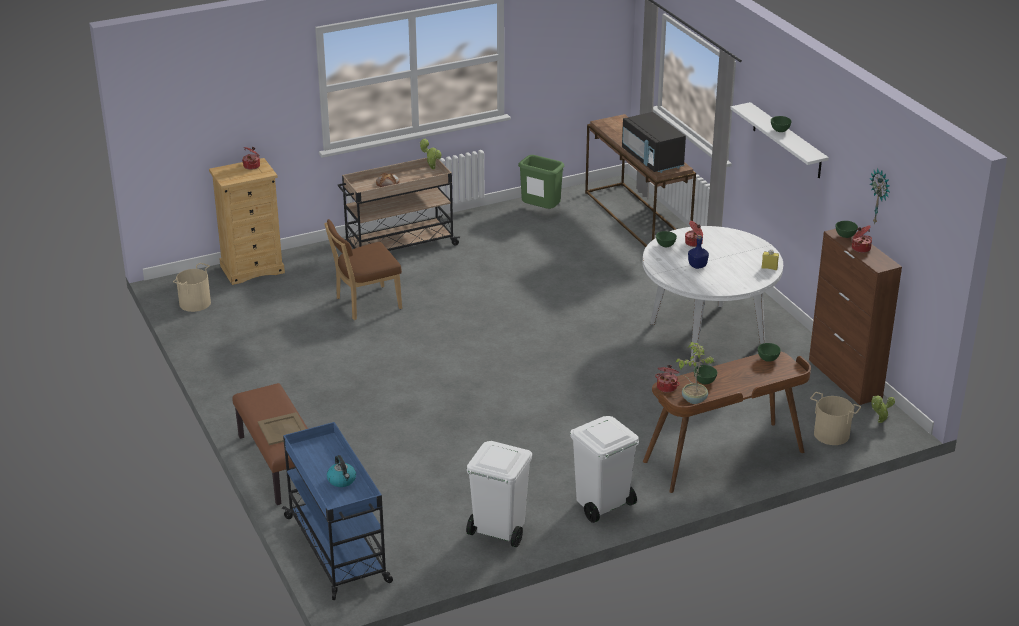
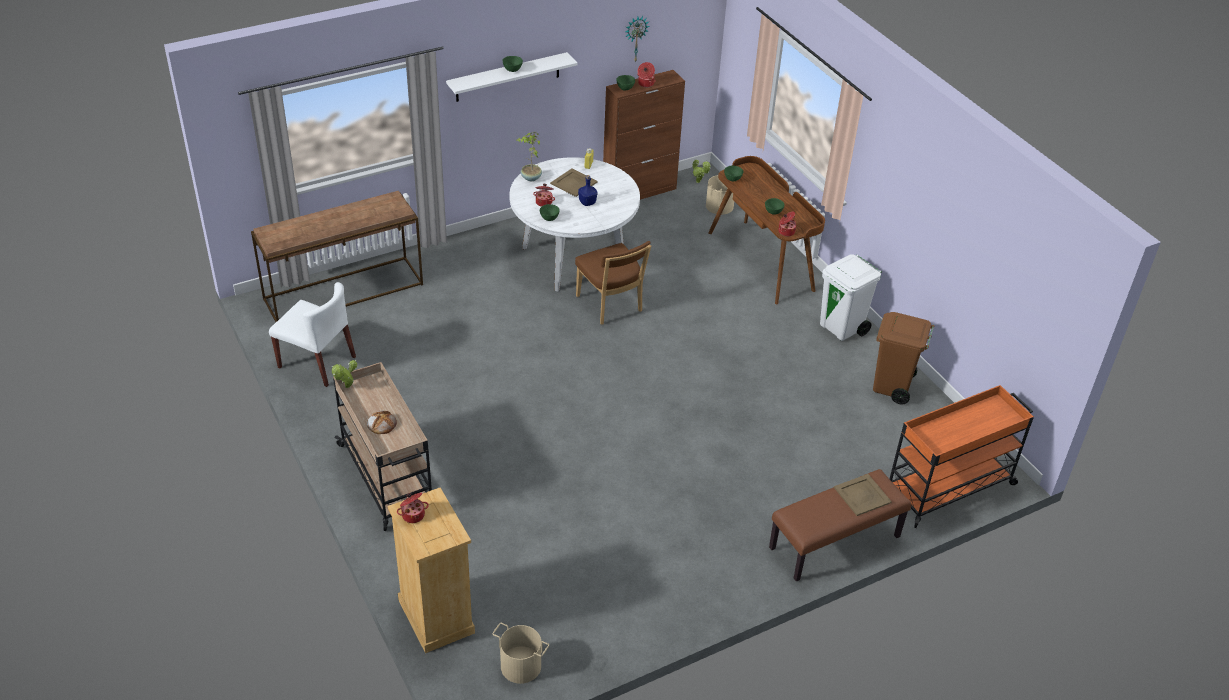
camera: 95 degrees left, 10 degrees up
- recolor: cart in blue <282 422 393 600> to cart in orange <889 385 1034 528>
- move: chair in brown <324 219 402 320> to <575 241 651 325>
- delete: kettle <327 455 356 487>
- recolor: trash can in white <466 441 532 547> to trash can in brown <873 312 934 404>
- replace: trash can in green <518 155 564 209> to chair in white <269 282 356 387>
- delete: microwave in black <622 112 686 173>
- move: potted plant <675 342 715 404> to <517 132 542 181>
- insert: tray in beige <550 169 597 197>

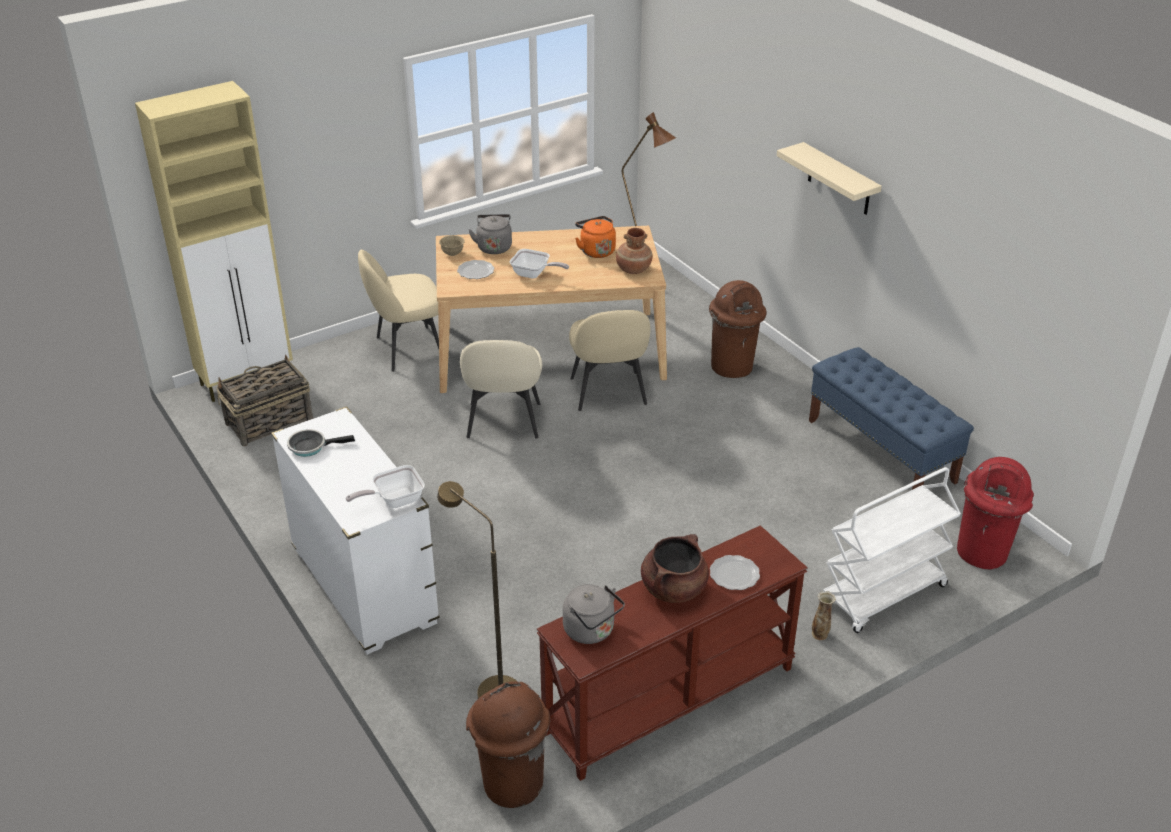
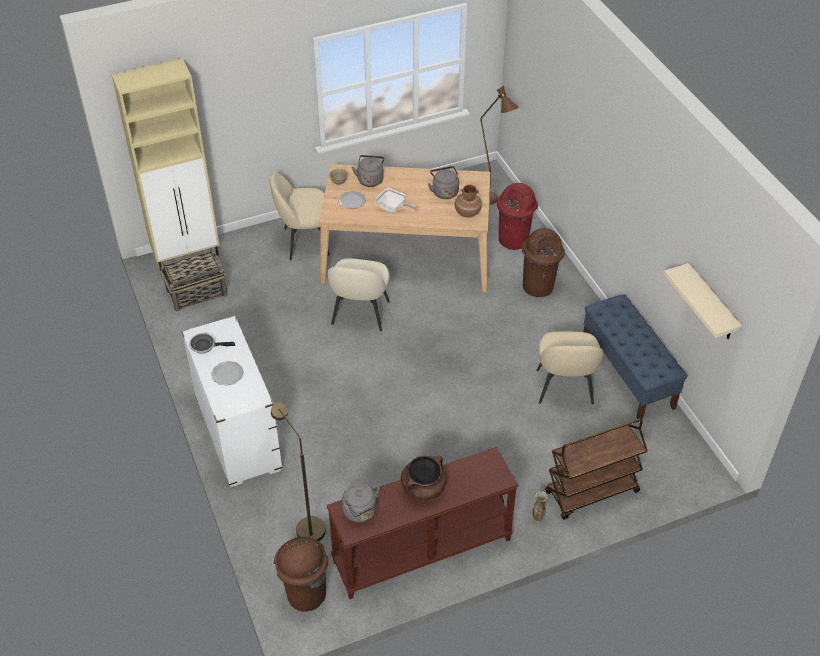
camera: 10 degrees right, 10 degrees up
- delete: frying pan <346 465 425 508>
- move: chair in beige <569 310 651 411> to <536 331 603 405>
- recolor: kettle in orange <575 216 616 258> to kettle in grey <428 166 459 199>
- move: plate <710 555 760 590> to <211 361 244 386>
- move: shelf in beige <777 142 882 215> to <664 263 742 339>
- recolor: cart in white <823 467 961 633> to cart in brown <545 418 648 520>
- move: trash can in red <957 457 1034 569> to <497 183 538 250>

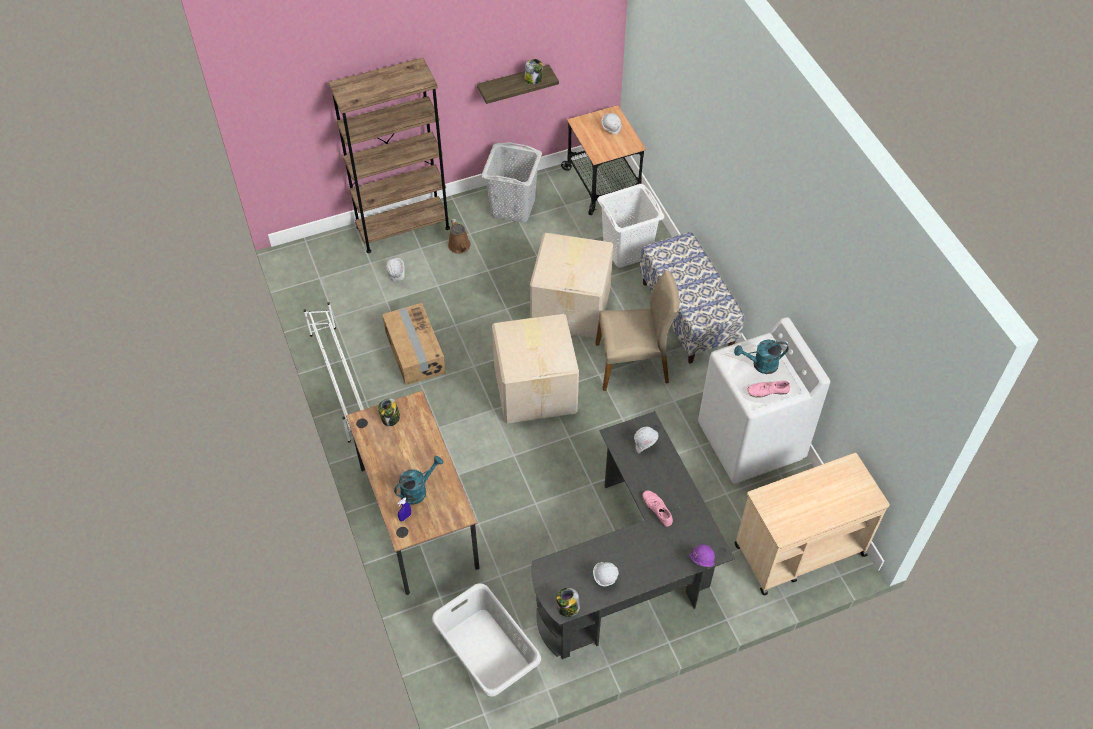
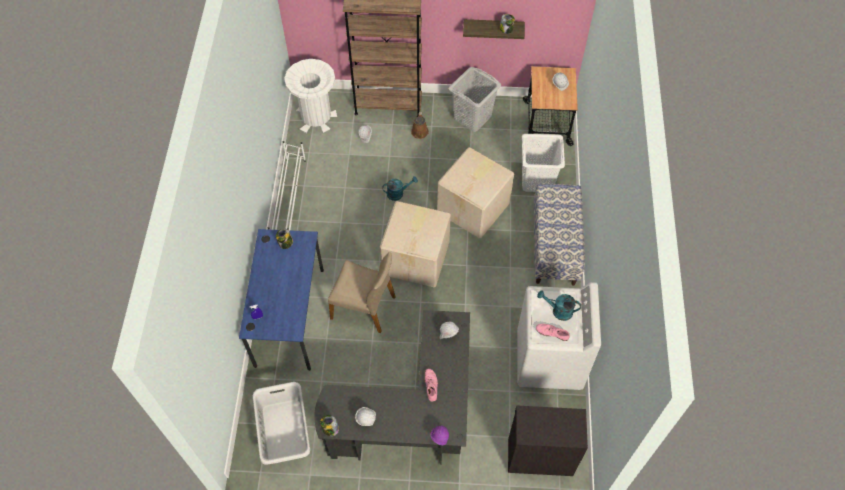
camera: 25 degrees right, 5 degrees up
- recolor: desk in brown <346 390 479 595> to desk in blue <239 229 324 371>
- delete: cardboard box <382 303 446 385>
- move: watering can in turquoise <394 456 443 505> to <382 176 418 201>
- move: chair in beige <595 270 680 391> to <328 252 396 333>
- replace: cart in beige <735 453 890 596> to cabinet in black <508 405 588 476>
- insert: trash can in white <285 59 337 133>

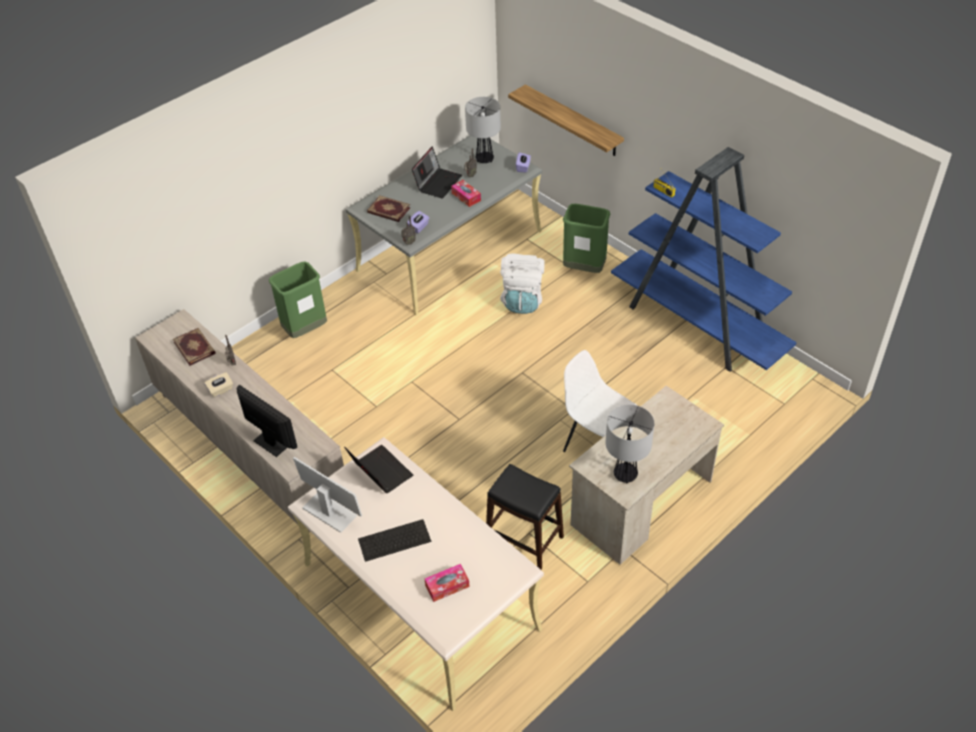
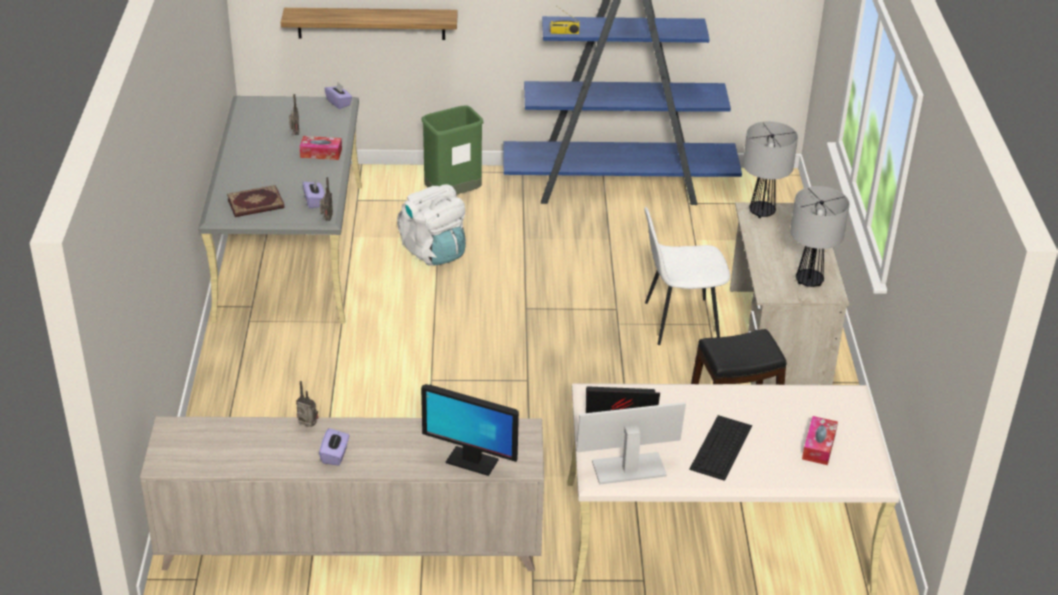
camera: 50 degrees left, 10 degrees down
- delete: book <173 328 216 366>
- recolor: tissue box in beige <205 372 233 397> to tissue box in purple <319 428 350 466>
- rotate: monitor <237 385 297 457> = <421 384 519 476> 150 degrees counterclockwise
- delete: trash can in green <269 261 327 338>
- delete: laptop <412 146 462 199>
- move: table lamp <465 97 501 163> to <743 121 798 218>

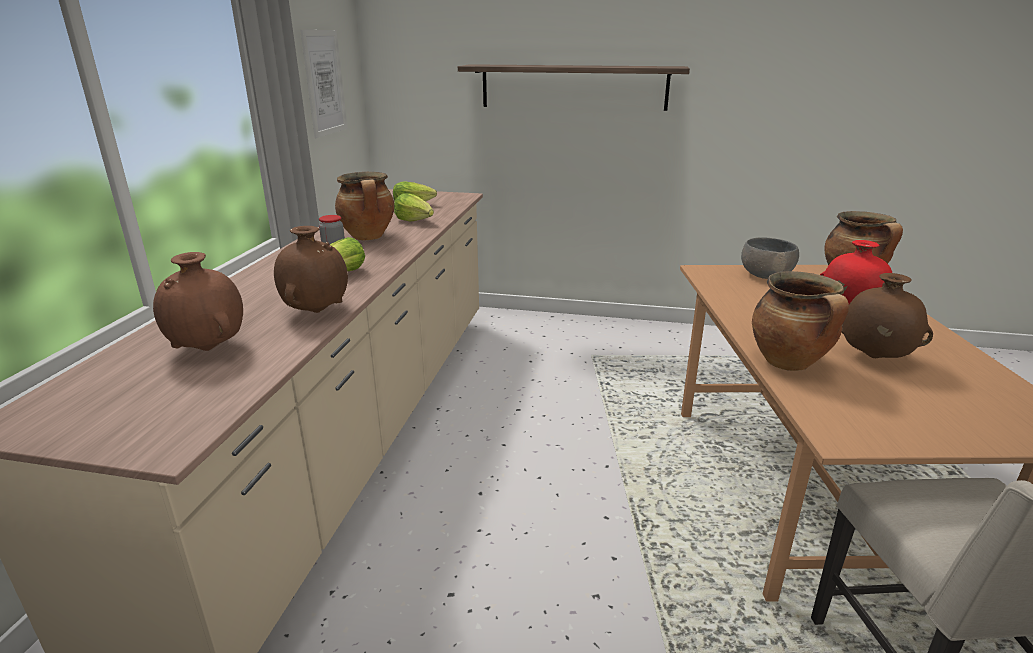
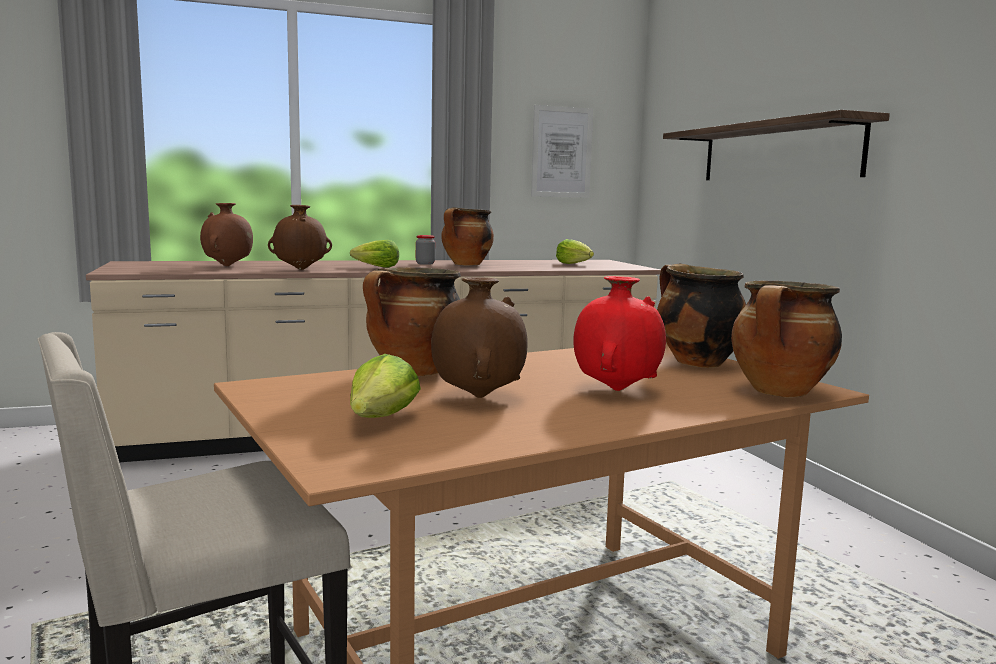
camera: 60 degrees right, 15 degrees down
- move: lettuce <394 193 434 221> to <350 354 421 418>
- replace: bowl in grey <741 238 799 279> to cooking pot <657 264 746 368>

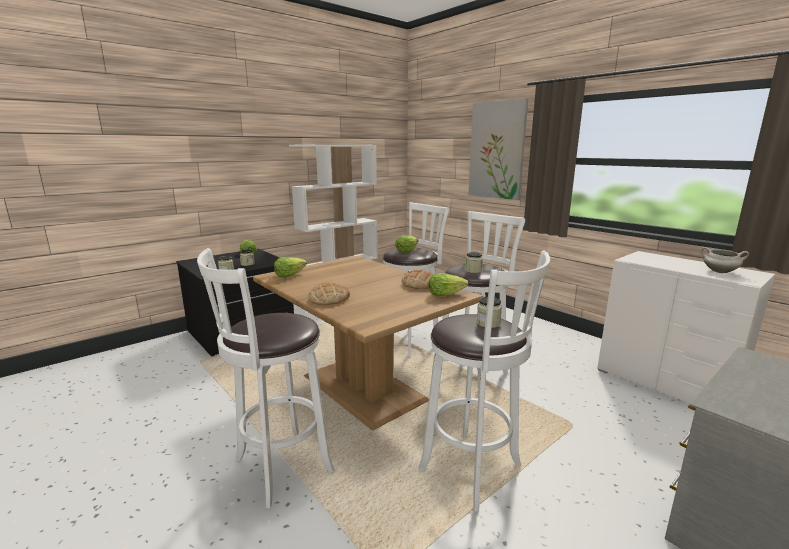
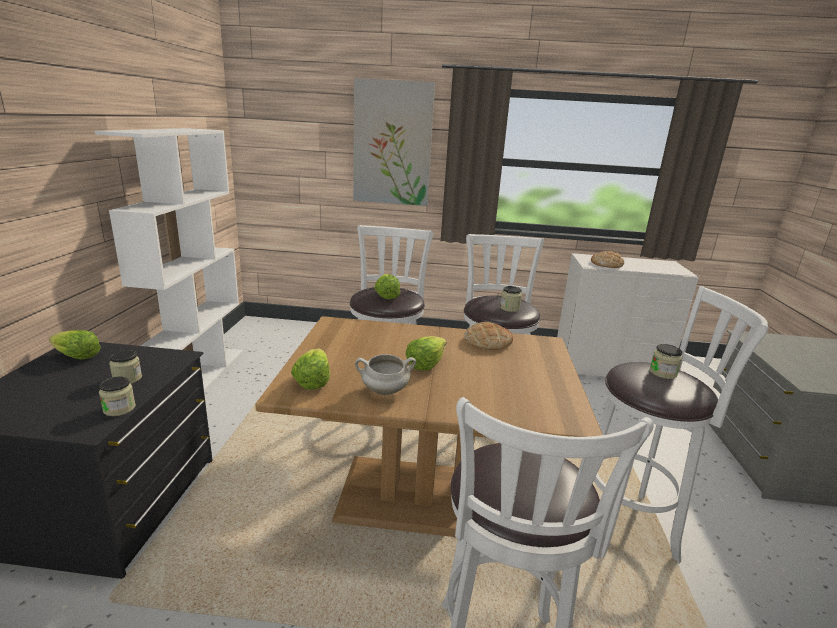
camera: 45 degrees left, 5 degrees up
- move: bread <308 282 350 305> to <591 251 624 268>
- move: lettuce <429 273 468 297> to <405 336 446 370>
- move: cooking pot in white <701 247 749 273> to <355 354 416 395>

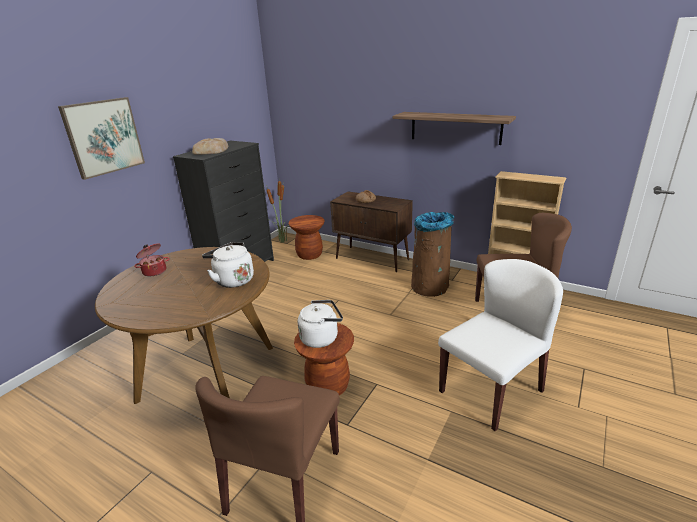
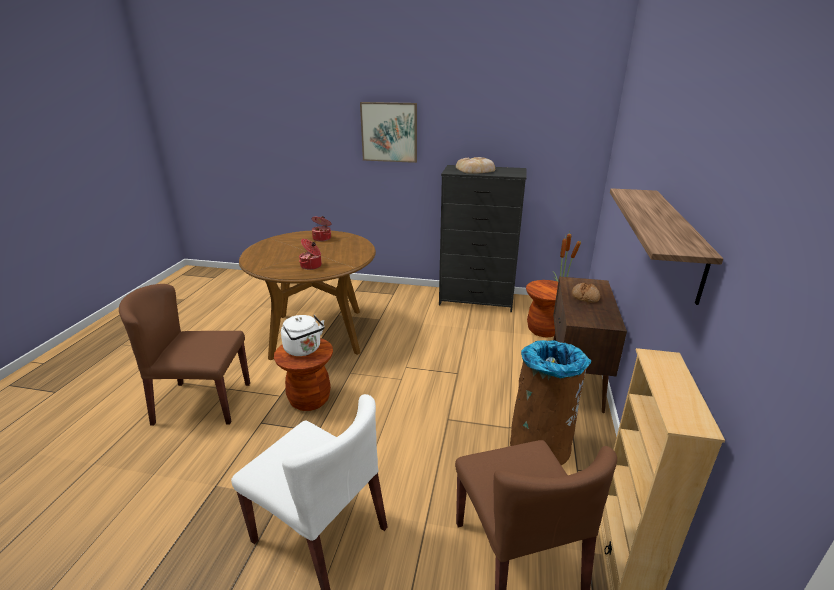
camera: 70 degrees right, 0 degrees up
- replace: kettle in white <202 242 254 288> to cooking pot <299 239 322 270>

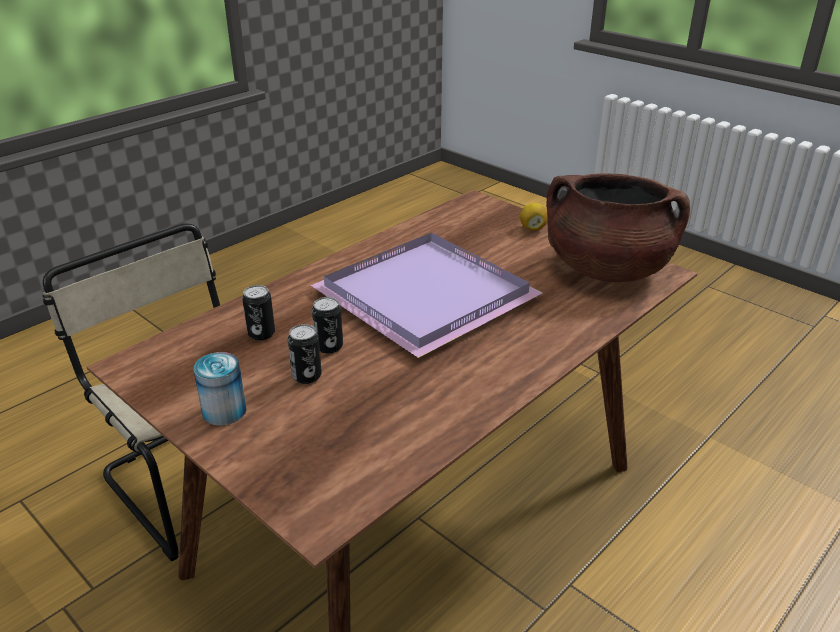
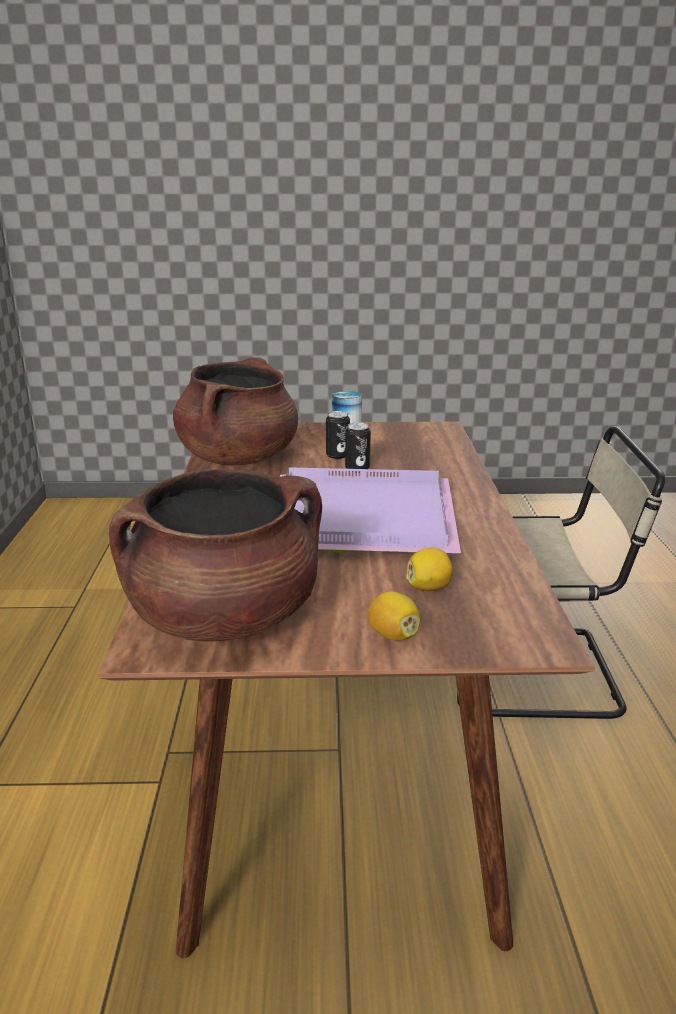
camera: 135 degrees right, 10 degrees down
- delete: can <242 285 275 340>
- insert: cooking pot in brown <173 357 298 465>
- insert: lemon <406 548 453 591>

